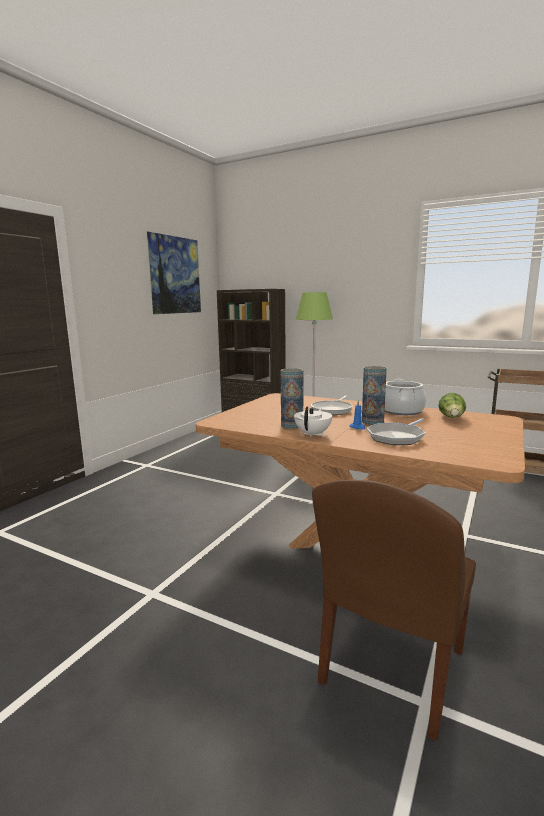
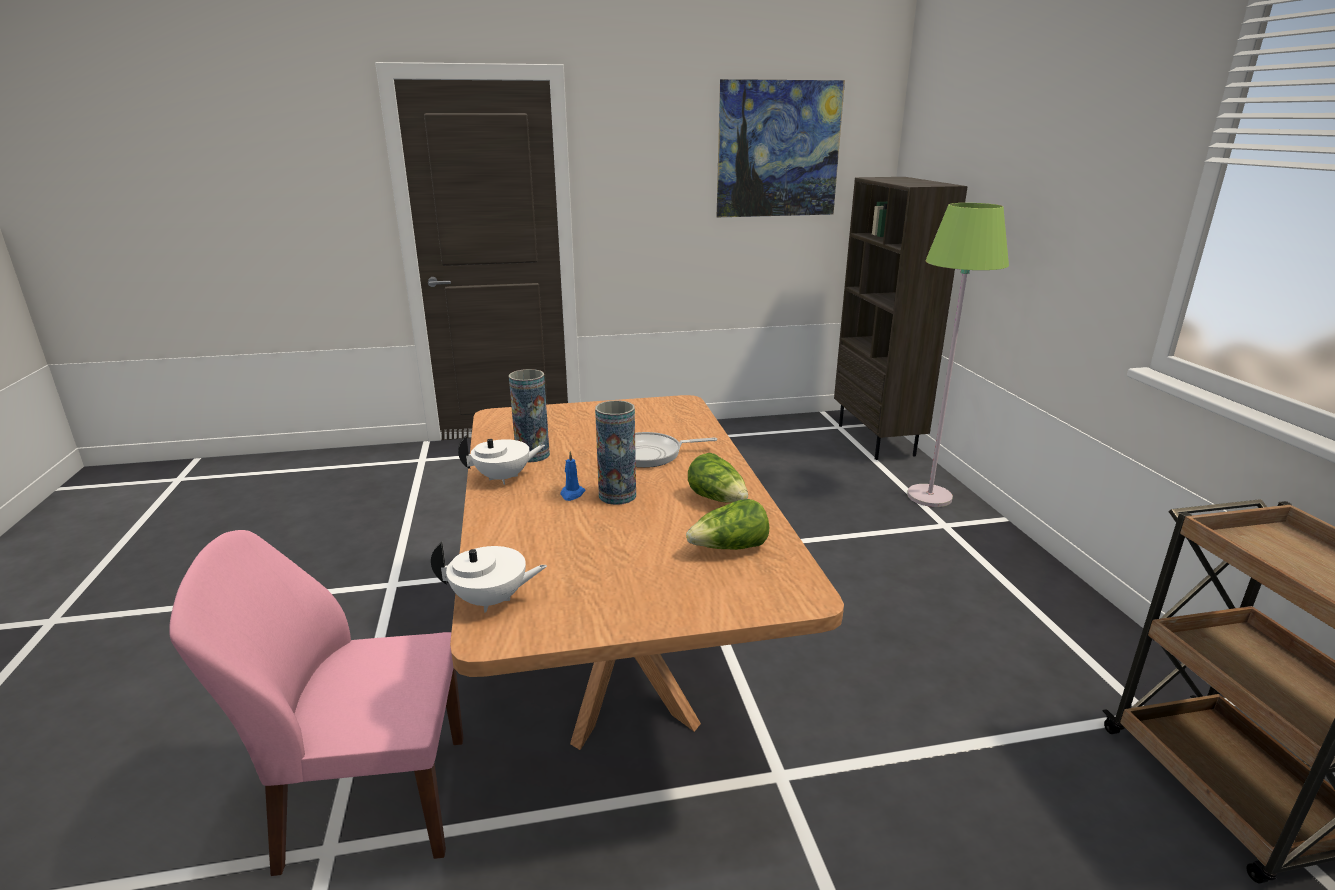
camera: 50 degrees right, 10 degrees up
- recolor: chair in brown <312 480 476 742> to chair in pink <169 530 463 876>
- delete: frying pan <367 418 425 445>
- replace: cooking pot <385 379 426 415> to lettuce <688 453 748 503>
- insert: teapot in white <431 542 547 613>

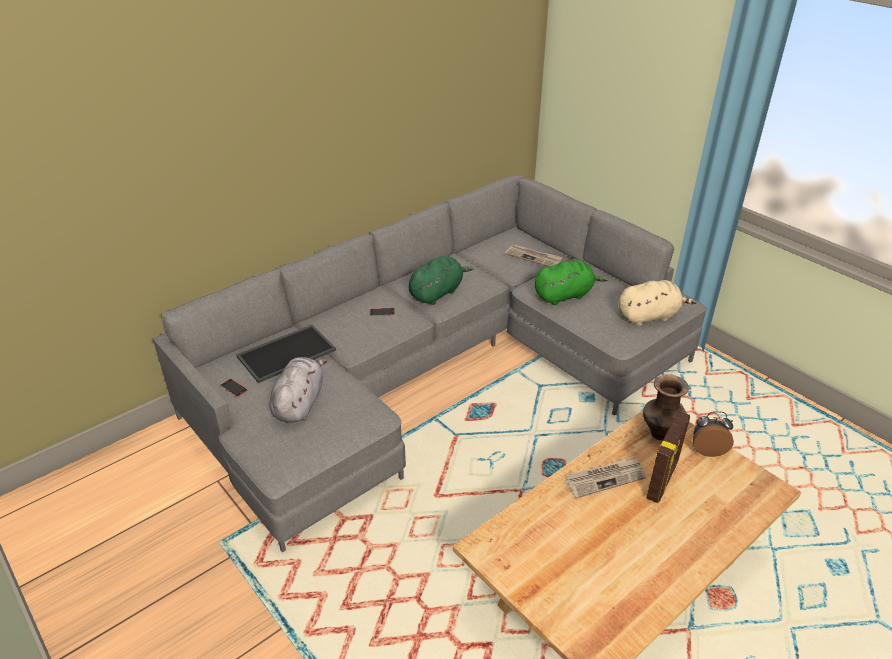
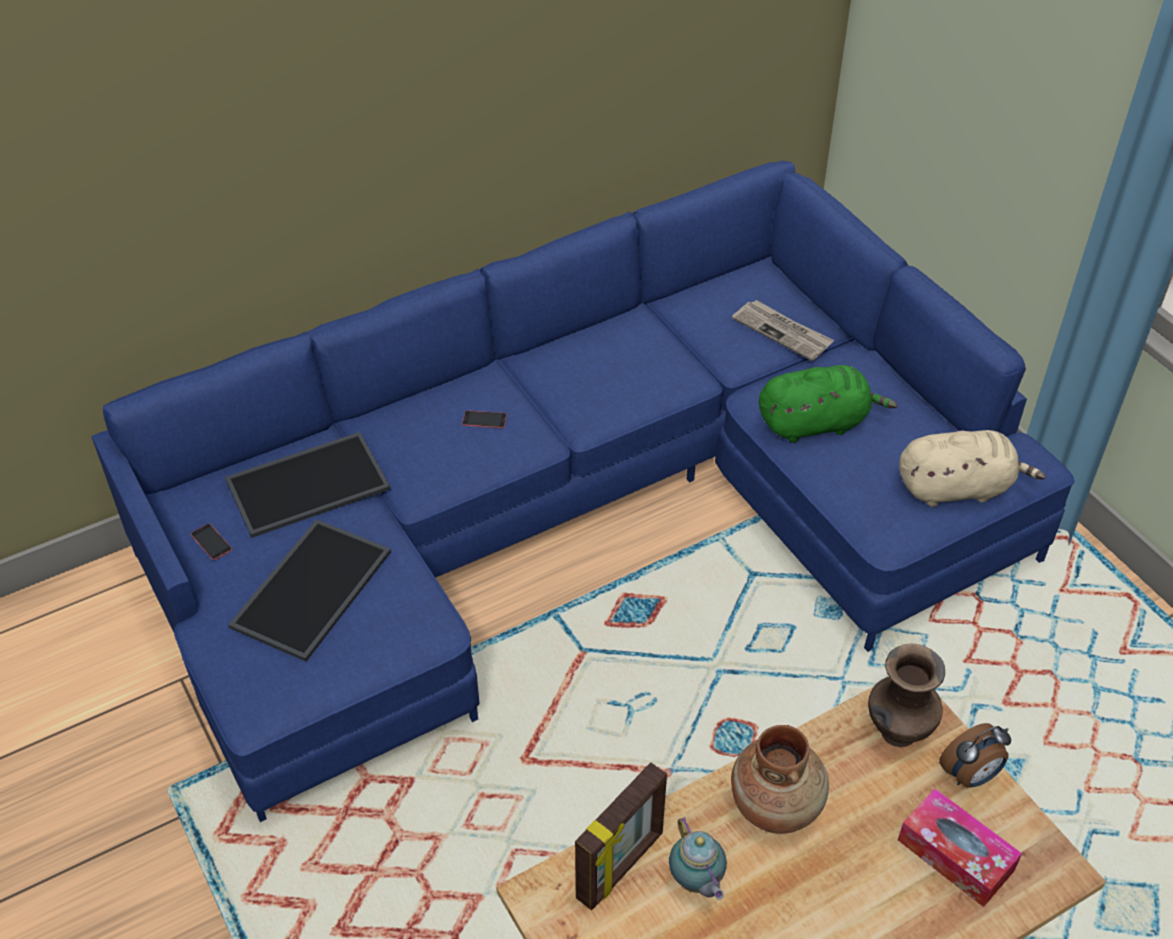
camera: 10 degrees right, 10 degrees up
- recolor: sofa in grey <153 175 707 552> to sofa in blue <92 160 1074 822>
- replace: plush toy in grey <269 357 328 423> to tray <228 519 391 662>
- delete: plush toy in green <408 256 473 305>
- replace: newspaper <565 456 646 499> to vase in brown <731 725 829 834>
- move: picture frame <646 411 690 503> to <575 762 667 910>
- rotate: alarm clock <693 411 734 457> = <939 723 1011 788> 135 degrees clockwise
- insert: teapot <669 817 727 900>
- insert: tissue box <898 789 1022 907>

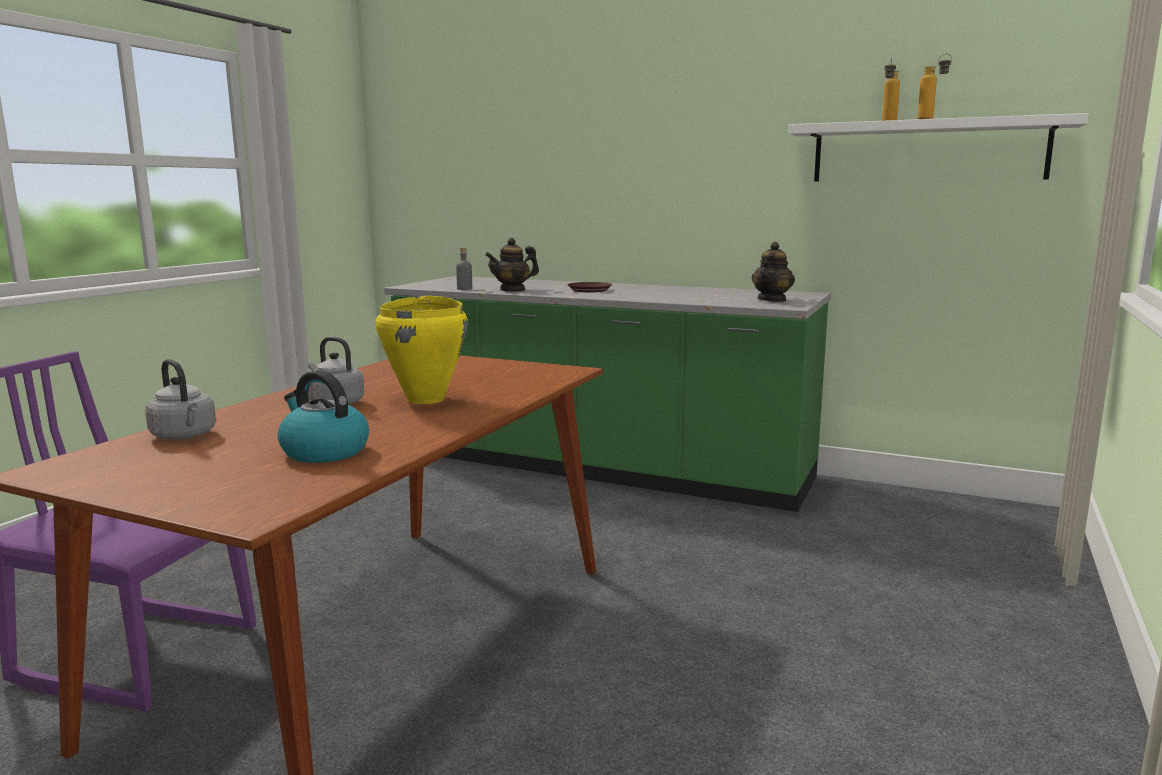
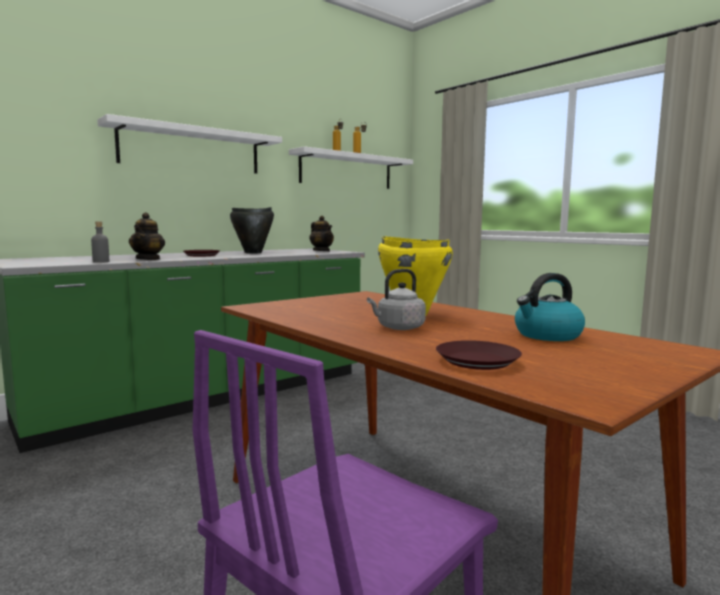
camera: 65 degrees left, 5 degrees down
- replace: kettle in grey <145 359 216 440> to plate in brown <436 340 522 370>
- insert: shelf in white <97 114 282 174>
- insert: cooking pot in black <230 207 274 254>

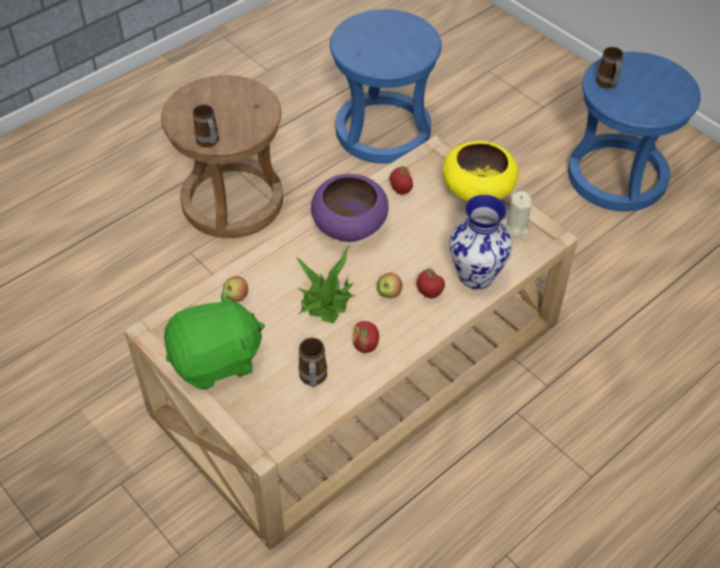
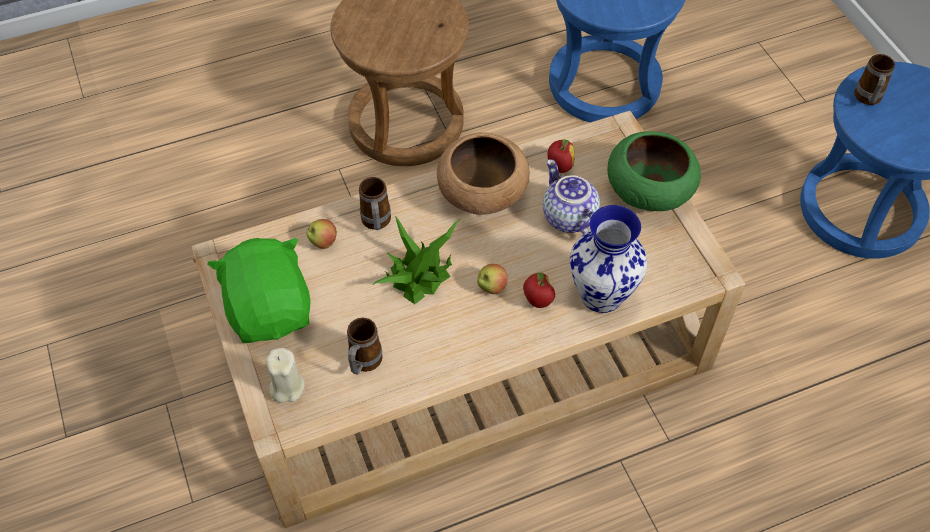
camera: 20 degrees right, 5 degrees up
- rotate: plush toy in green <164 290 265 390> = <207 238 310 343> 105 degrees counterclockwise
- move: mug <193 104 219 148> to <359 177 391 230>
- recolor: bowl in purple <311 174 389 242> to bowl in brown <437 132 530 215>
- delete: apple <353 321 379 353>
- recolor: bowl in yellow <442 141 519 202> to bowl in green <607 131 701 211>
- move: candle in beige <502 191 532 238> to <266 348 305 403>
- insert: teapot <543 159 600 234>

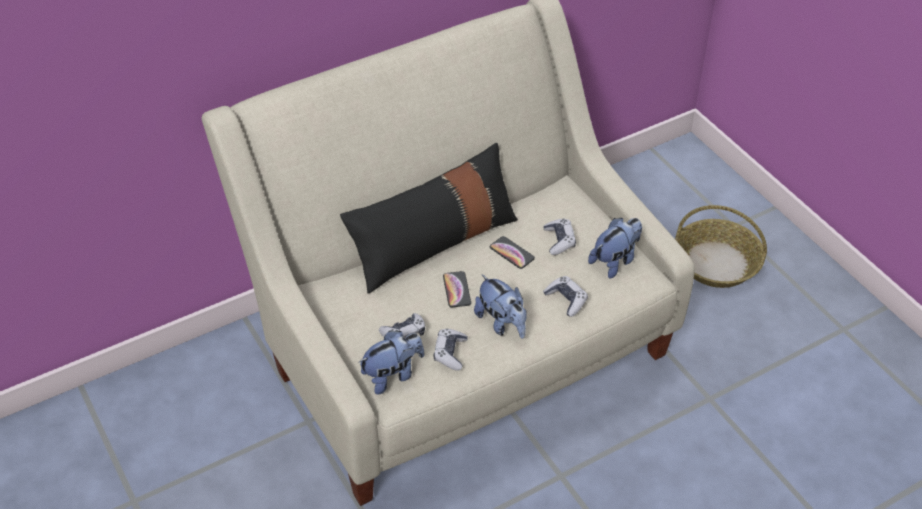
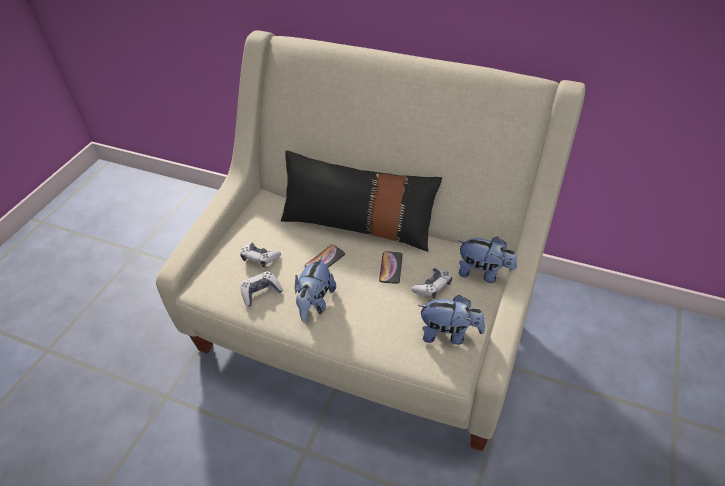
camera: 55 degrees right, 0 degrees up
- move: plush toy <358 331 424 395> to <458 236 517 283>
- delete: game controller <543 276 588 317>
- delete: basket <675 205 767 288>

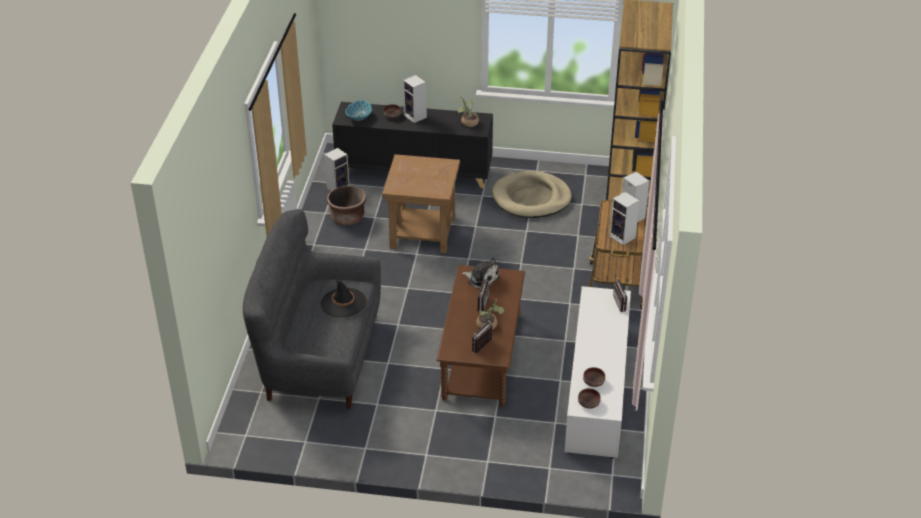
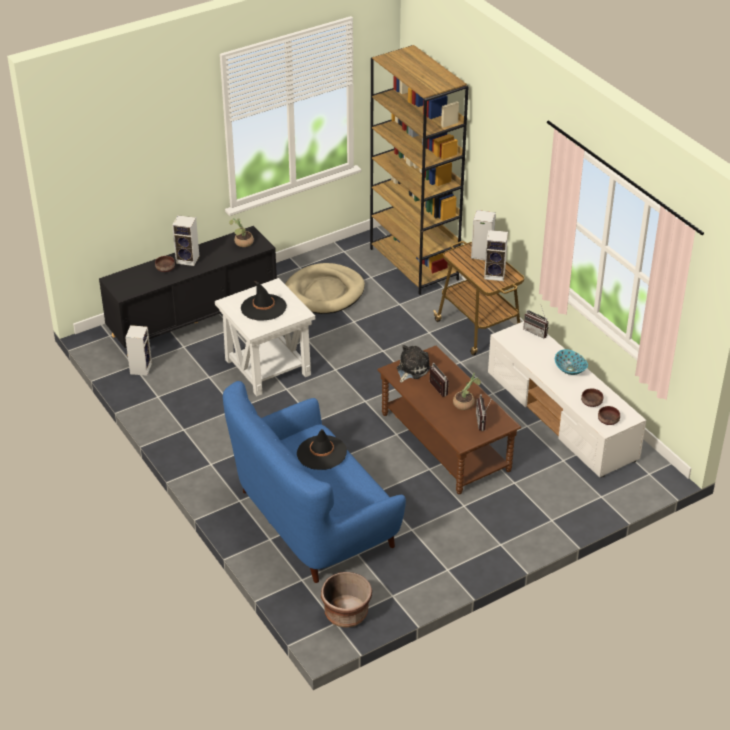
camera: 40 degrees left, 0 degrees up
- recolor: sofa in grey <243 209 381 409> to sofa in blue <223 381 406 583>
- move: planter in brown <327 186 366 225> to <321 572 372 627>
- move: bowl <345 100 372 121> to <555 349 588 375>
- recolor: side table in brown <382 154 460 253> to side table in white <215 278 315 396>
- rotate: plush toy <462 257 500 289> = <397 345 431 383> 45 degrees counterclockwise
- insert: hat in black <241 281 287 321>

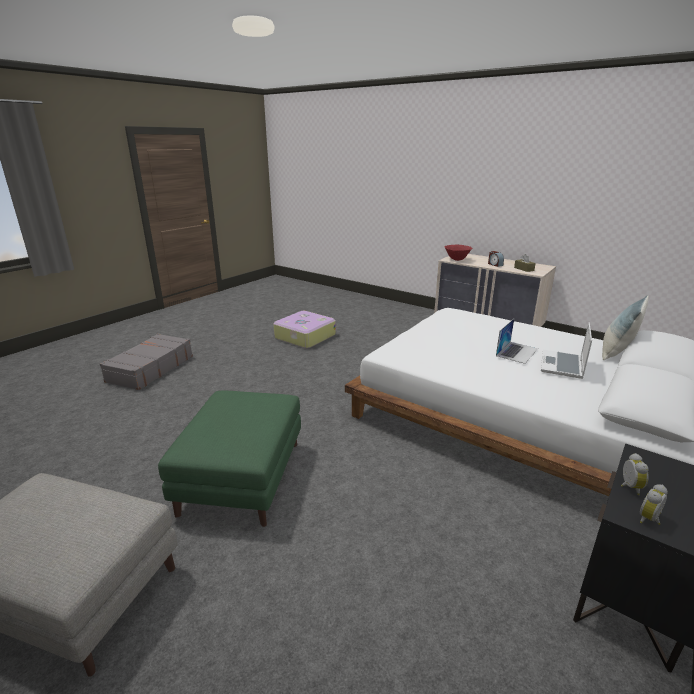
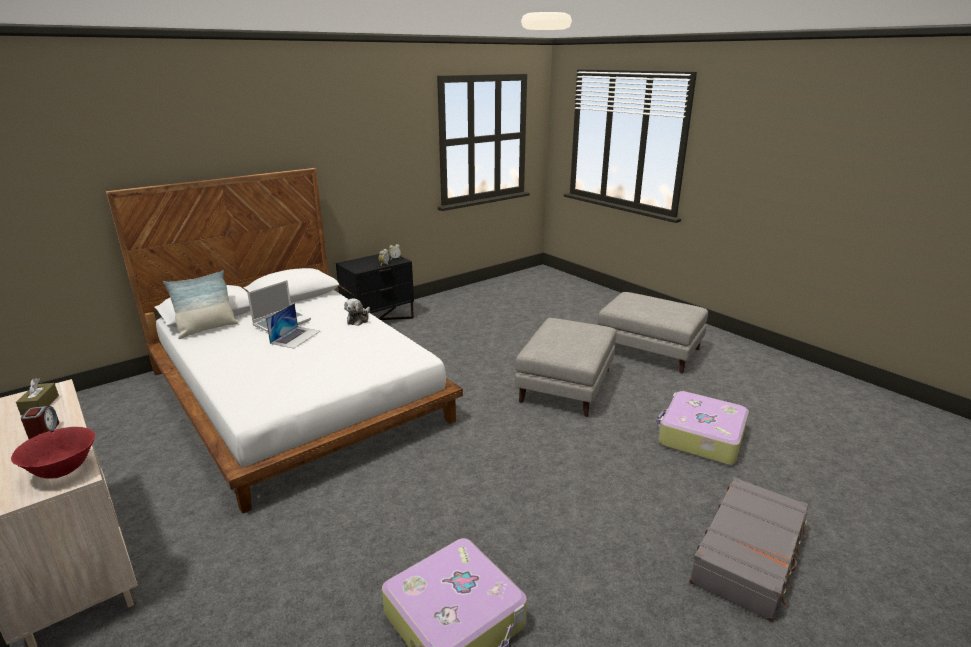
camera: 165 degrees left, 0 degrees up
- recolor: ottoman in green <158 391 301 527> to ottoman in grey <515 318 617 417>
- rotate: laptop <496 319 538 364> = <266 303 320 349> 150 degrees clockwise
- insert: plush toy <344 298 370 326>
- insert: suitcase <656 391 749 465>

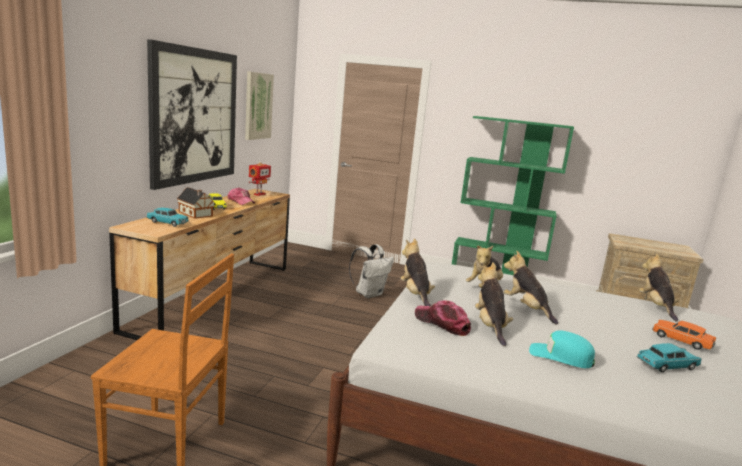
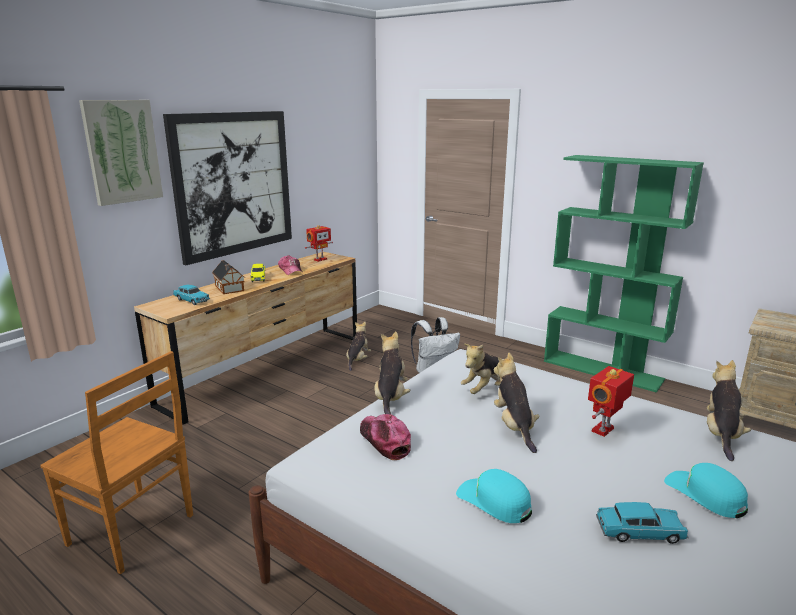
camera: 20 degrees right, 5 degrees up
- move: picture <245 71 274 140> to <79 100 163 206>
- move: plush toy <475 262 513 346> to <346 322 371 371>
- replace: toy car in orange <652 320 716 350> to cap in turquoise <664 463 748 518>
- insert: toy robot <588 366 634 437>

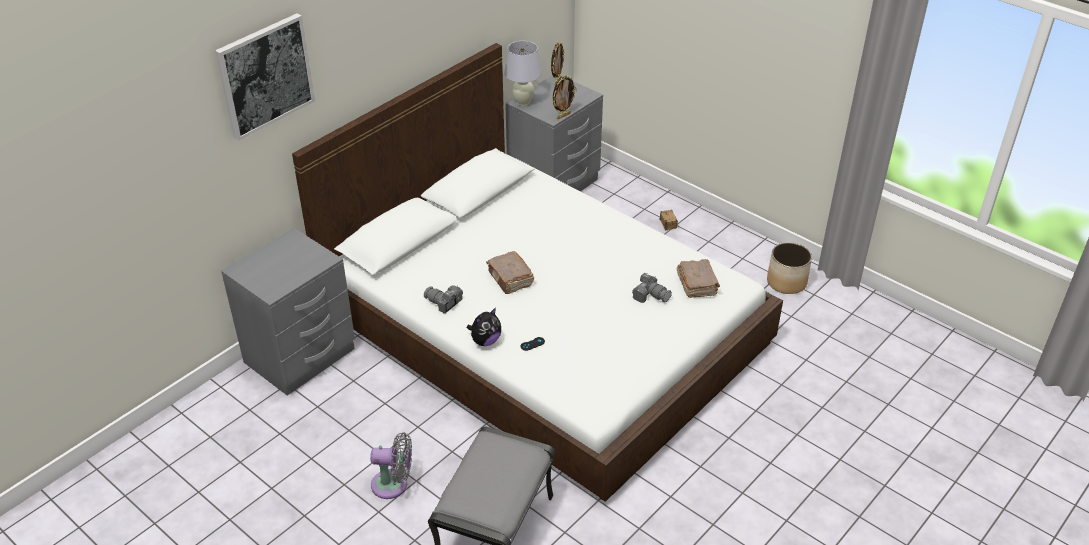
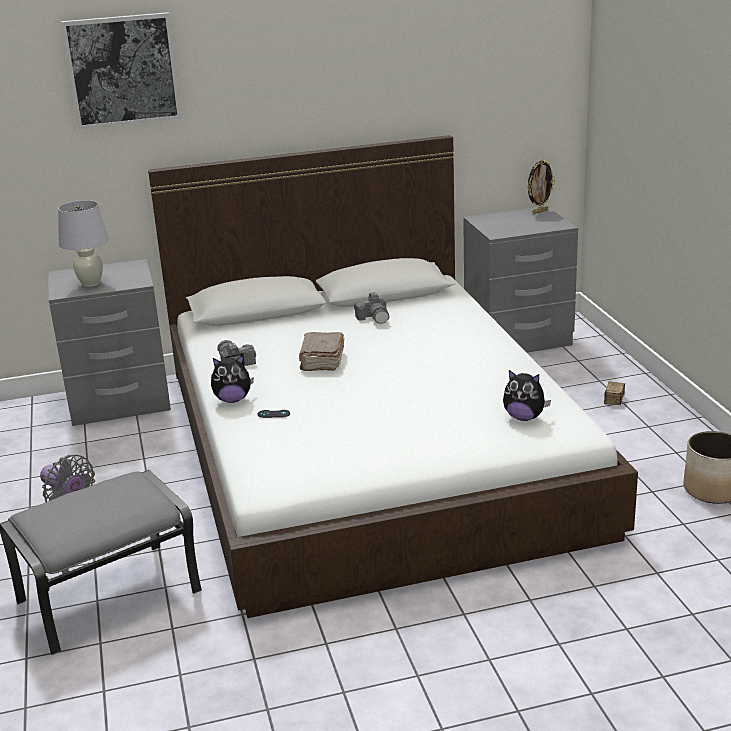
camera: 35 degrees right, 15 degrees down
- move: table lamp in white <504 41 542 106> to <58 200 109 287>
- delete: picture frame <552 75 577 119>
- move: photo camera <632 273 672 303> to <354 292 389 324>
- replace: book in brown <676 259 720 298> to plush toy <503 370 551 421>

